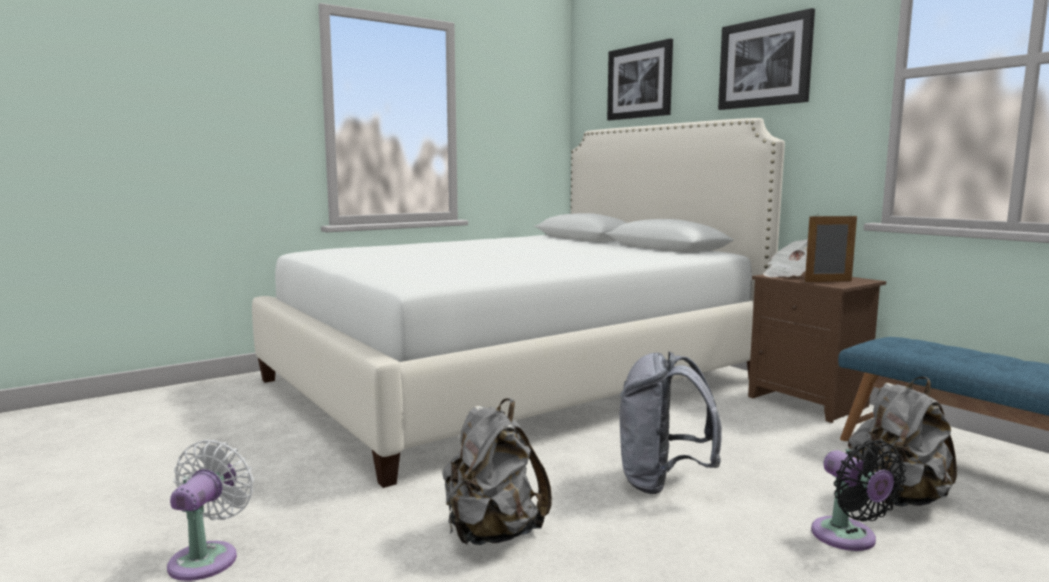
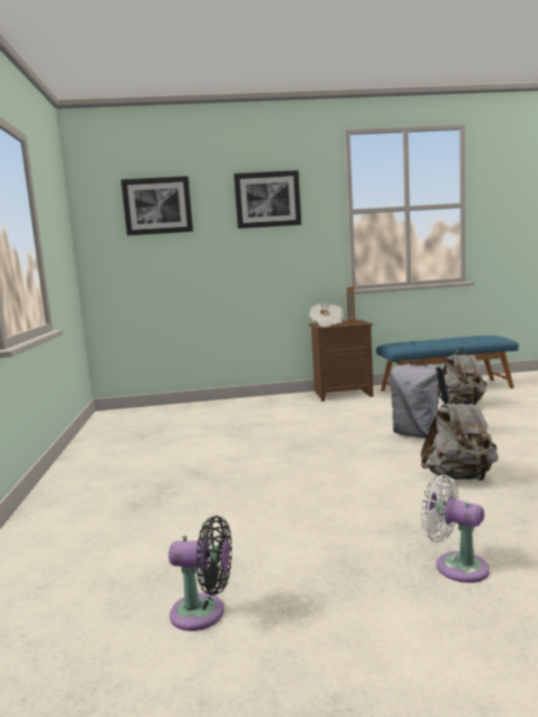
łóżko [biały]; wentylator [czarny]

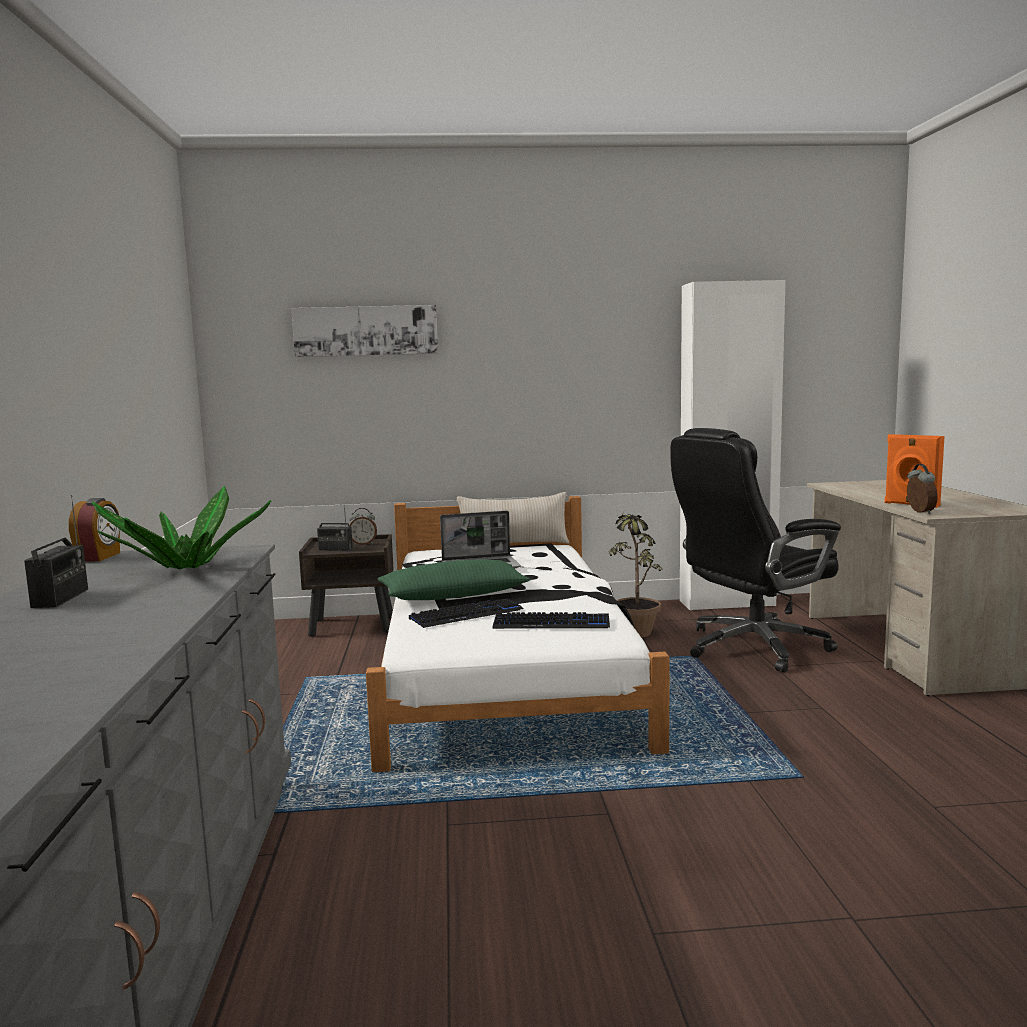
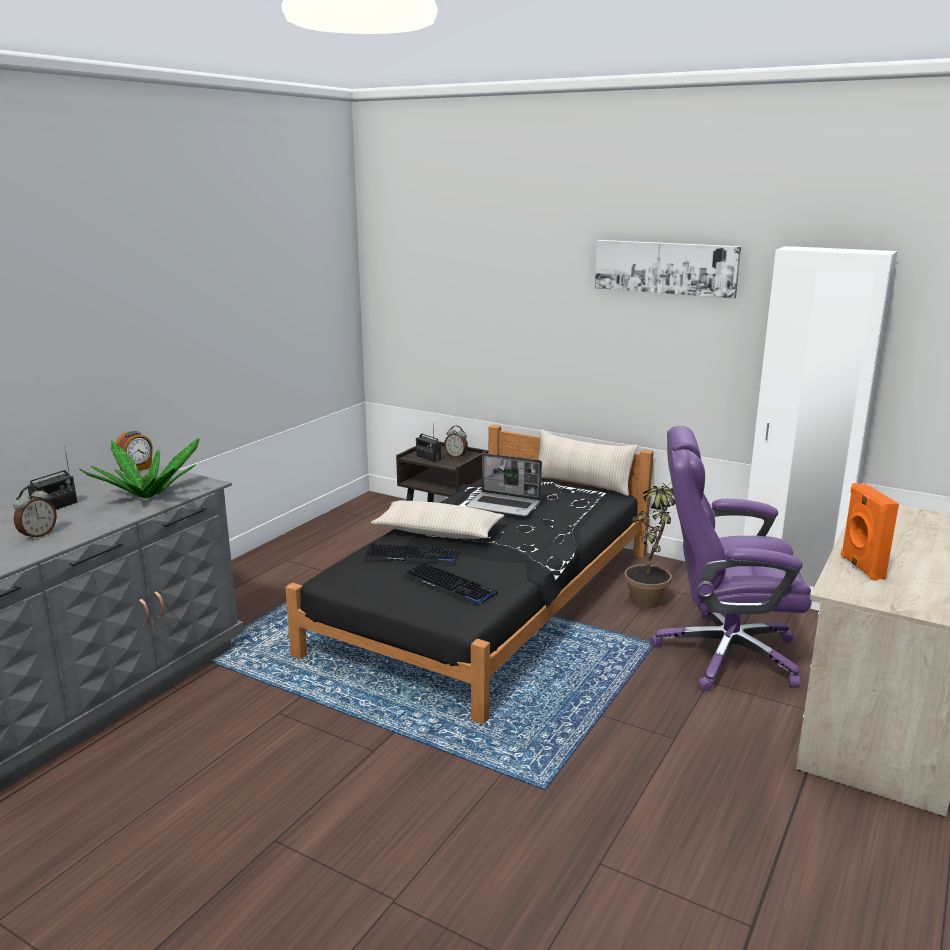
obraz; budzik (no. 1 from left); łóżko [czarny]; poduszka [beżowy] (no. 1 from left); krzesło biurowe [fioletowy]

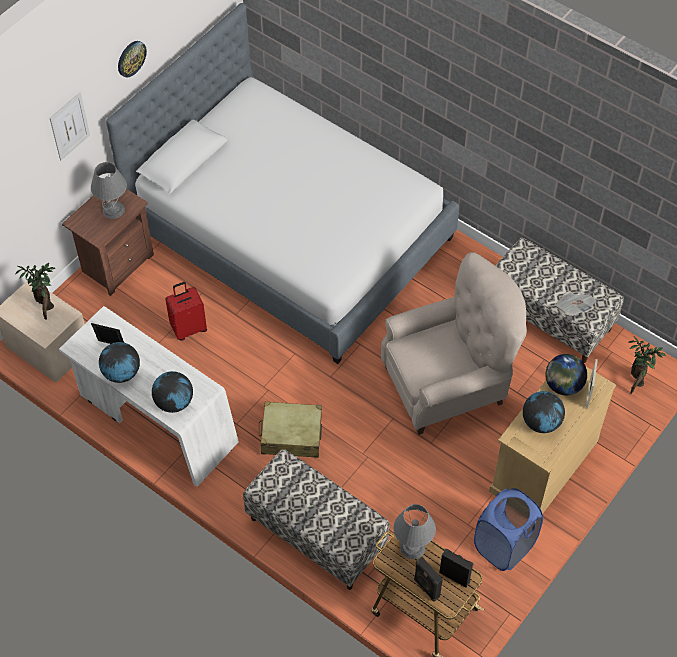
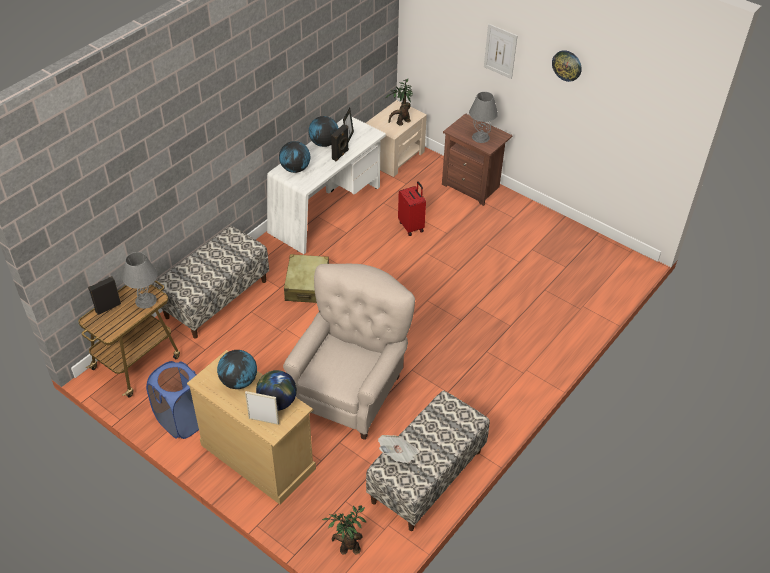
łóżko; głośnik [czarny] (no. 2 from left); fotel [beżowy]

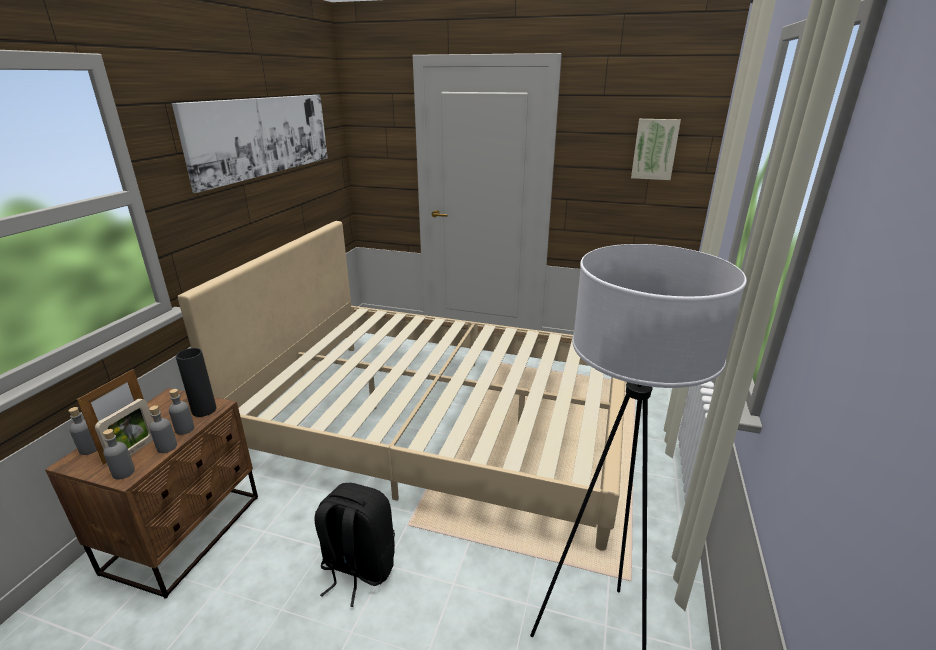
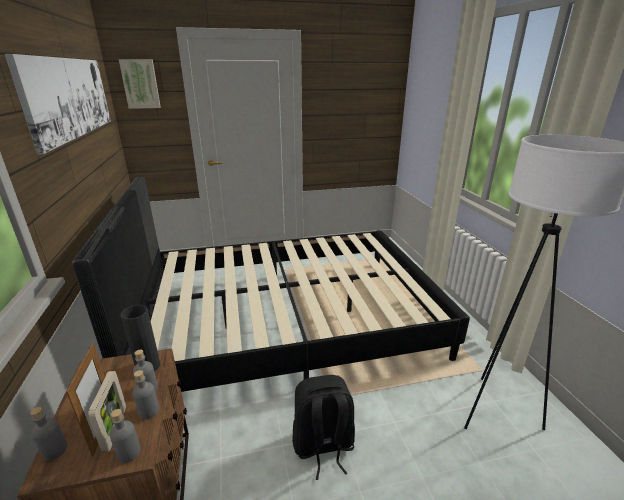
obraz (no. 2 from left); łóżko [czarny]

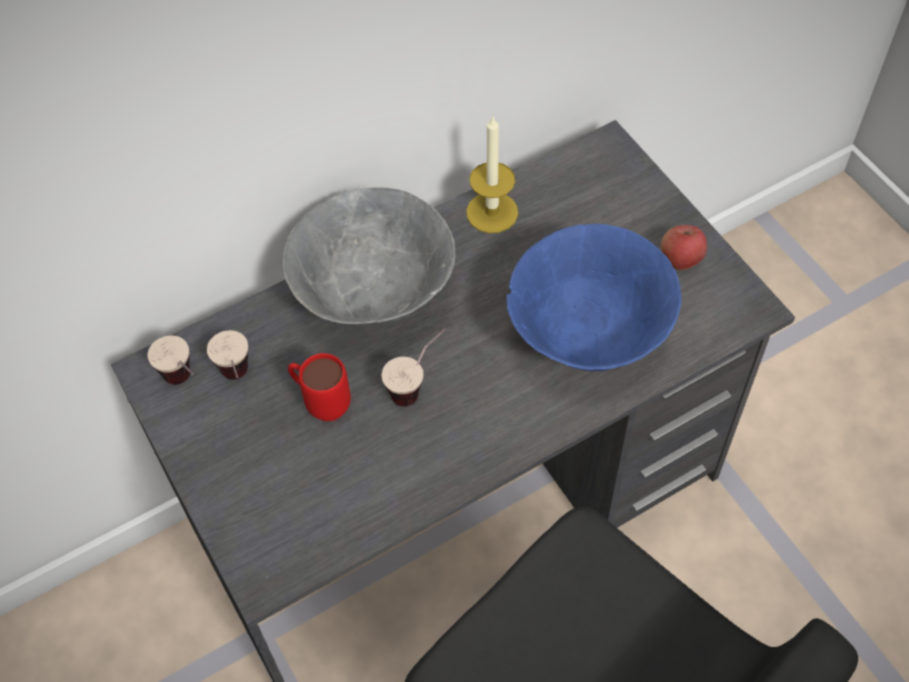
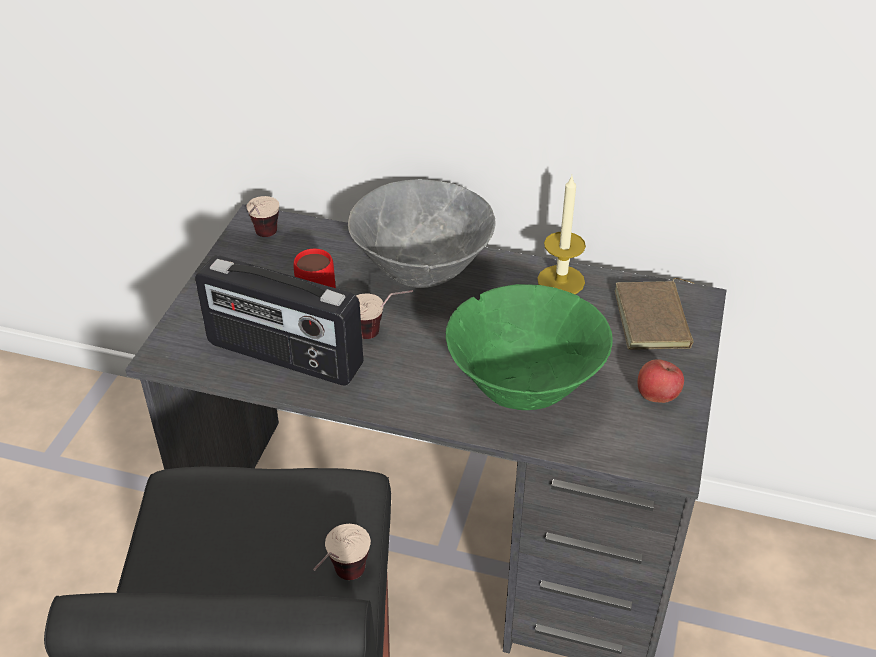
radio; książka [brązowy]; filiżanka (no. 2 from left); miska [zielony]

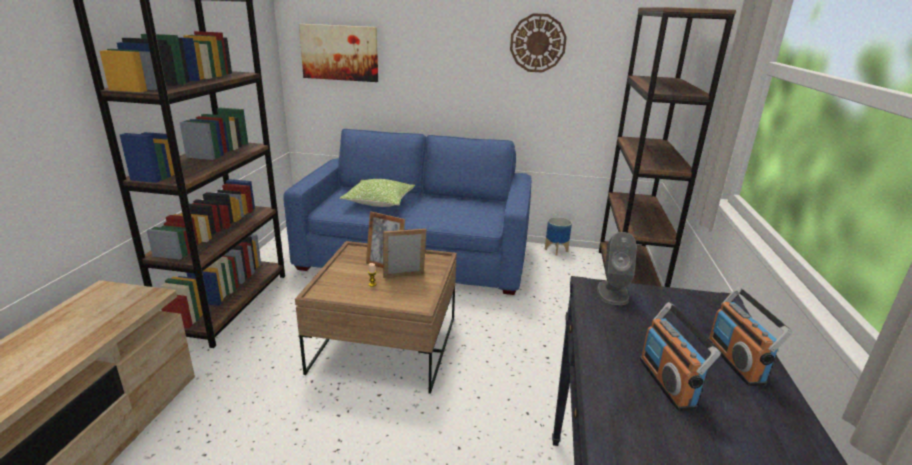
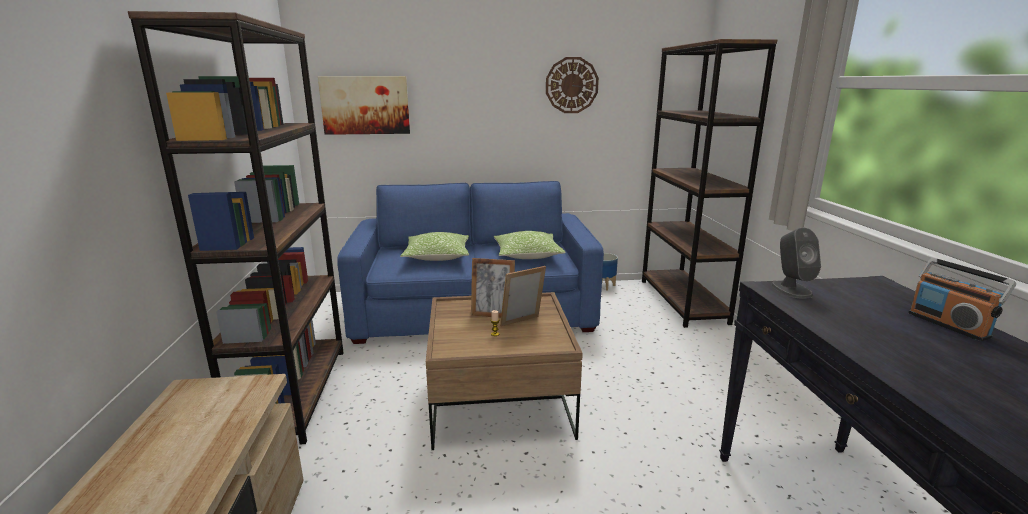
radio (no. 1 from left in the first image); poduszka (no. 2 from left)

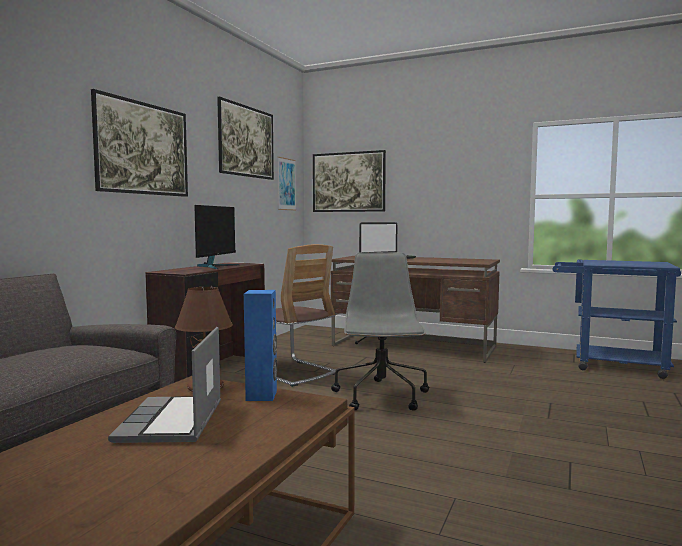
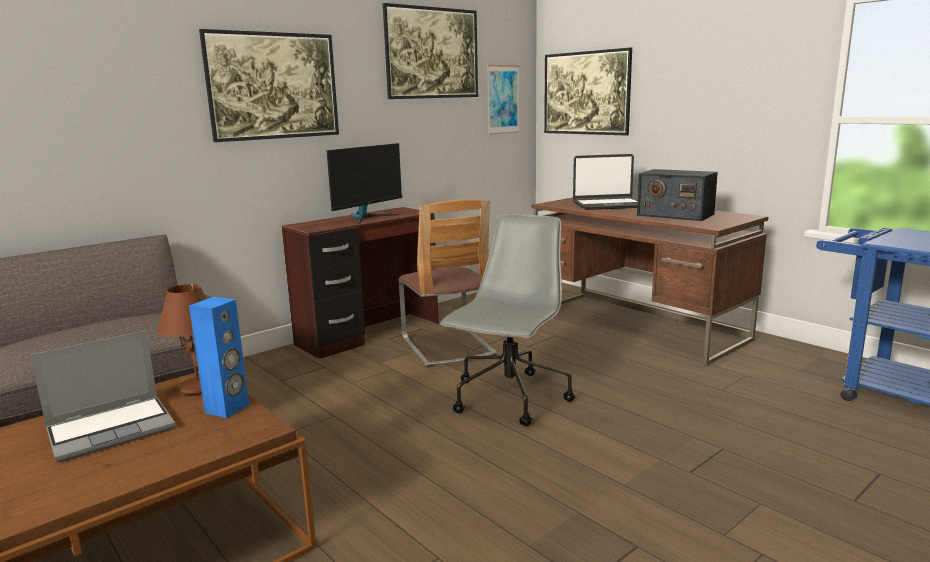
radio; laptop (no. 1 from left)

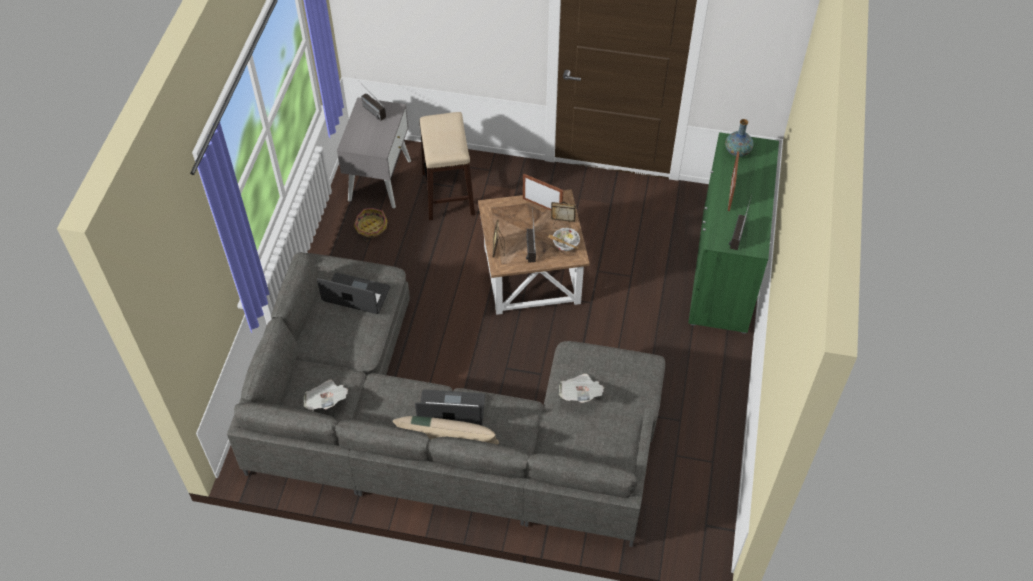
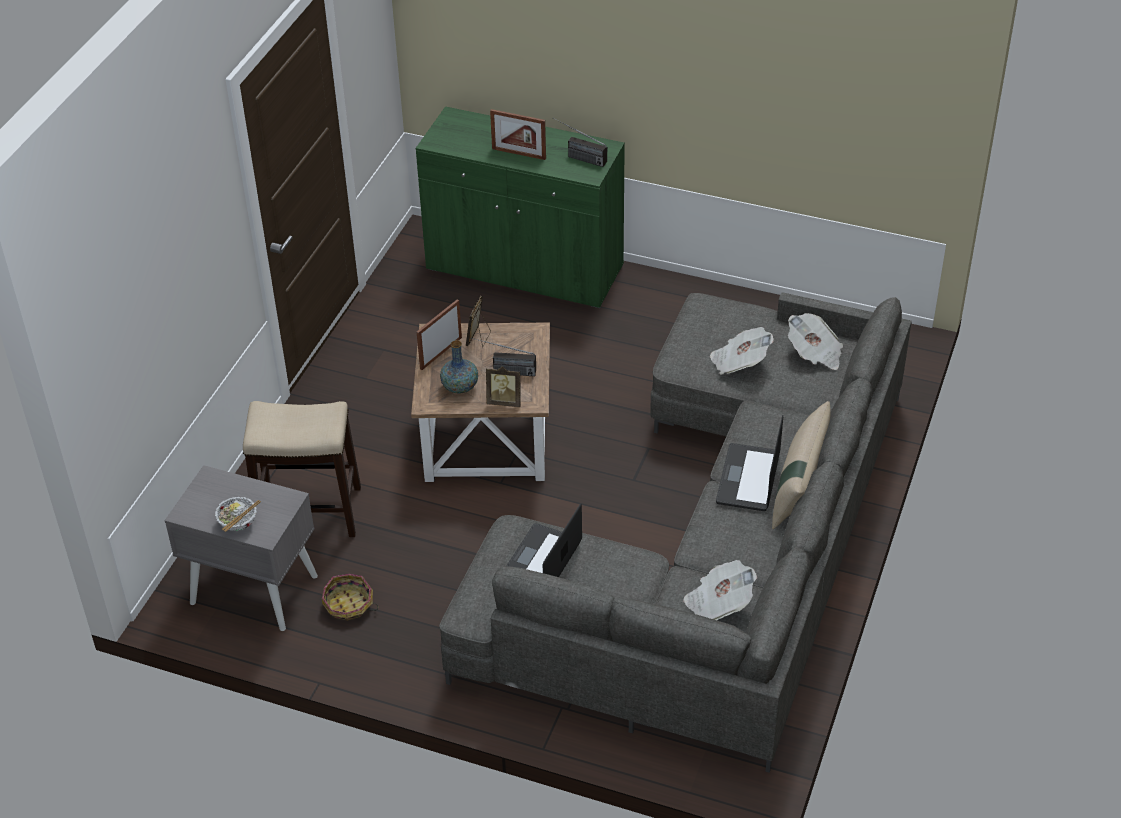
radio (no. 1 from left in the first image); gazeta (no. 3 from left); miska; wazon

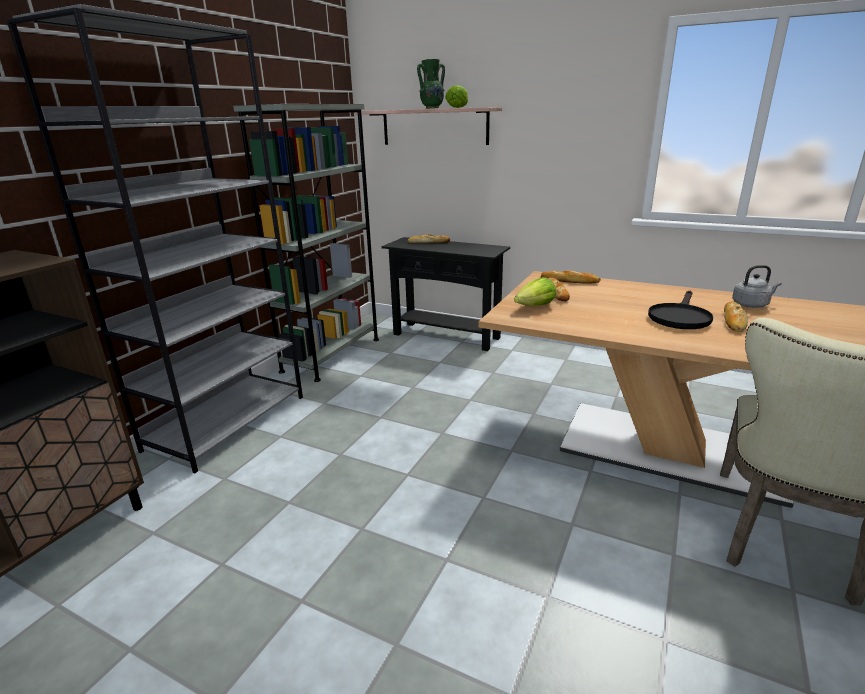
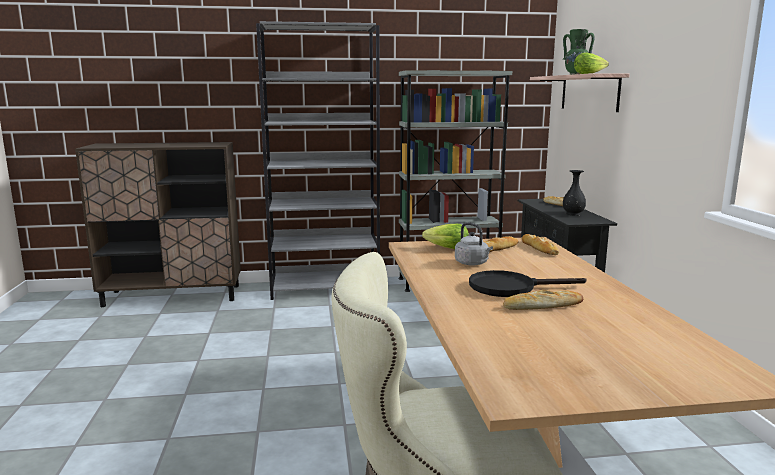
wazon [czarny]; czajnik [szary]

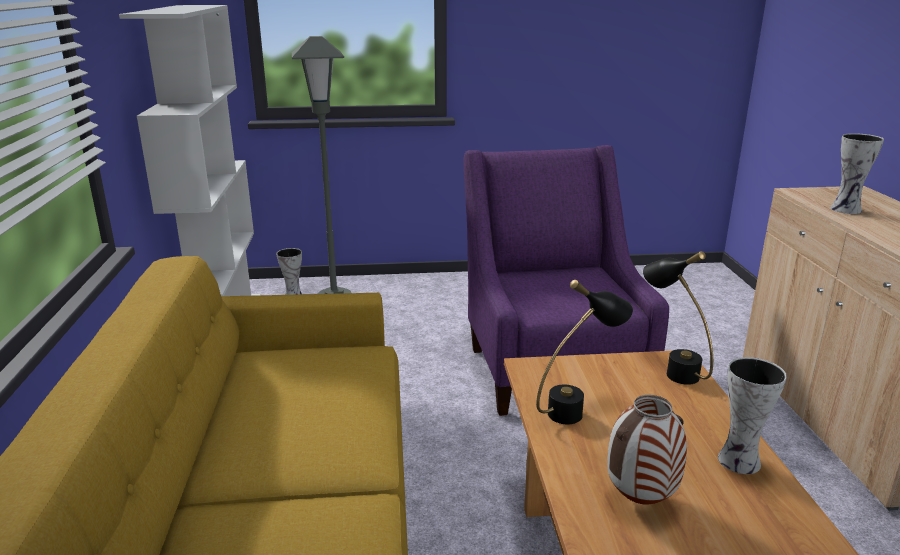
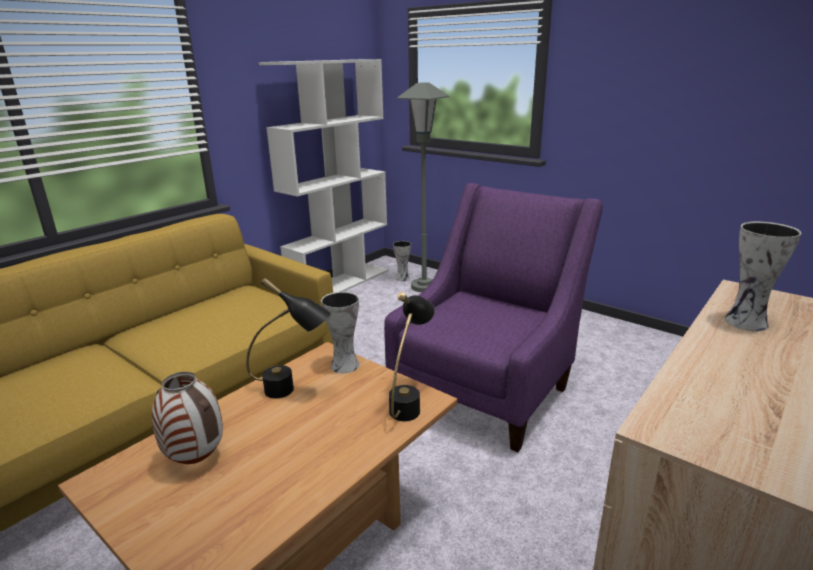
wazon (no. 2 from left)

